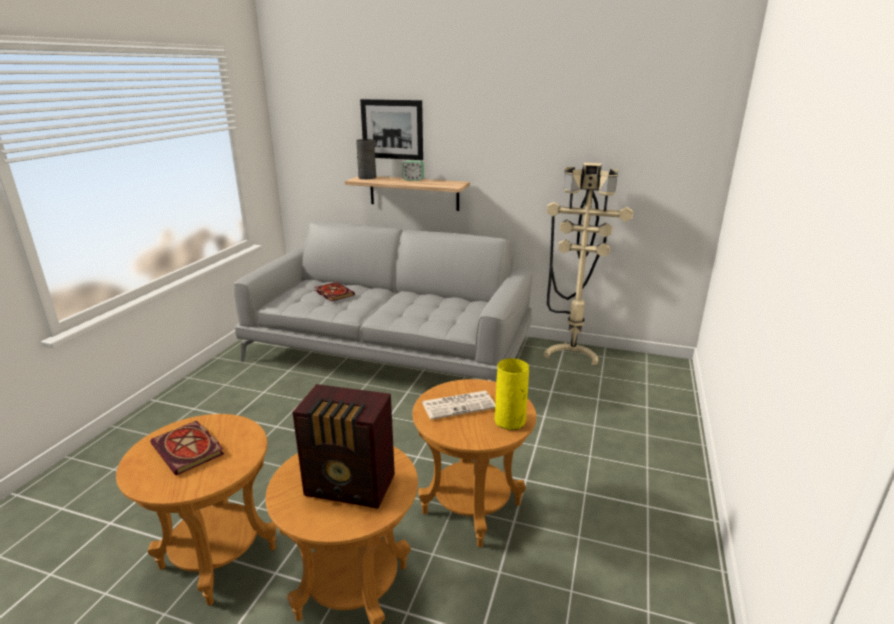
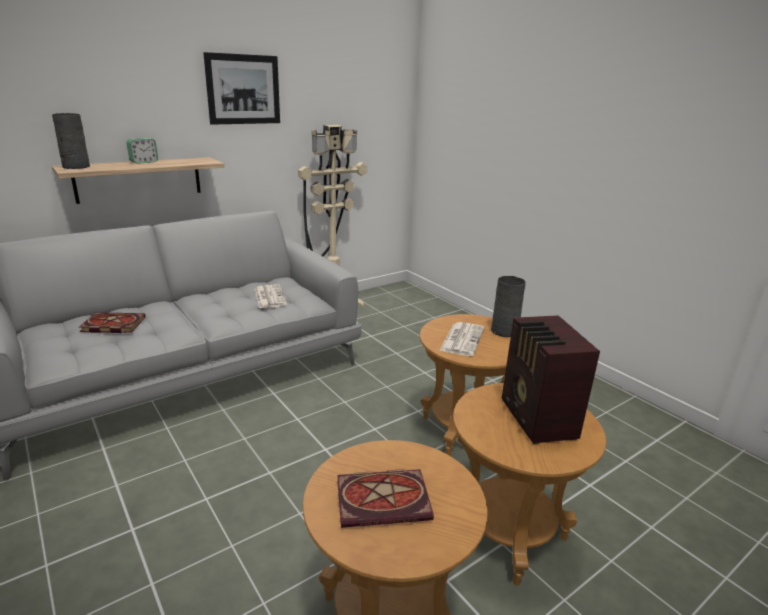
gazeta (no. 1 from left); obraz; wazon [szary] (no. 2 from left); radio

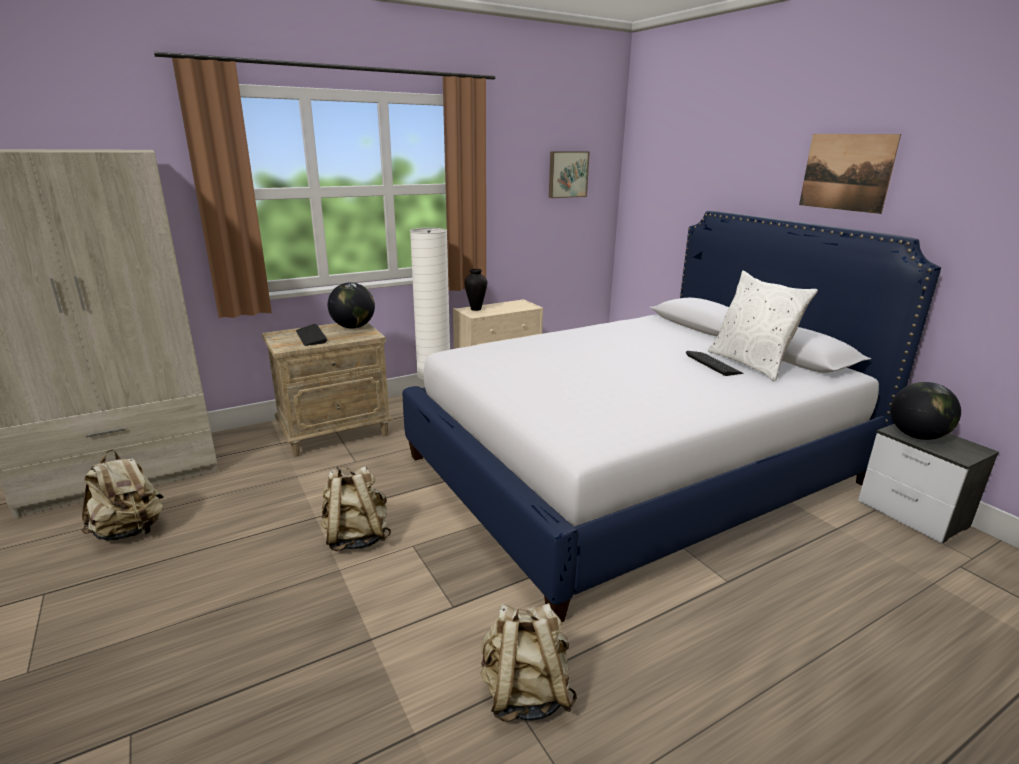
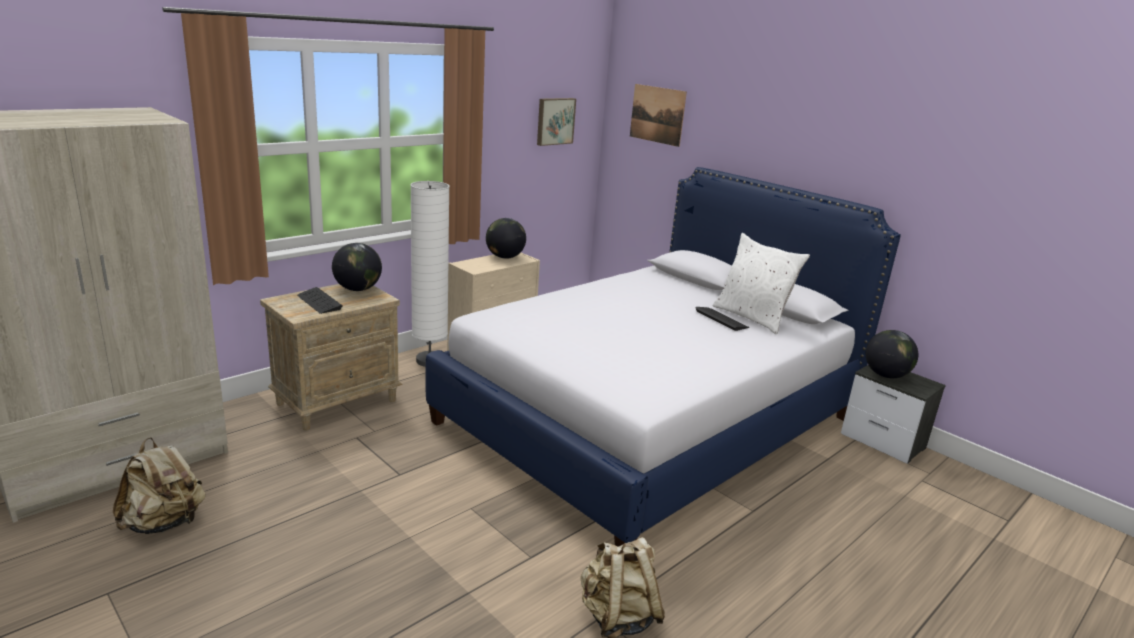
plecak [beżowy] (no. 2 from left in the first image); wazon; globus (no. 2 from left); obraz (no. 2 from left)

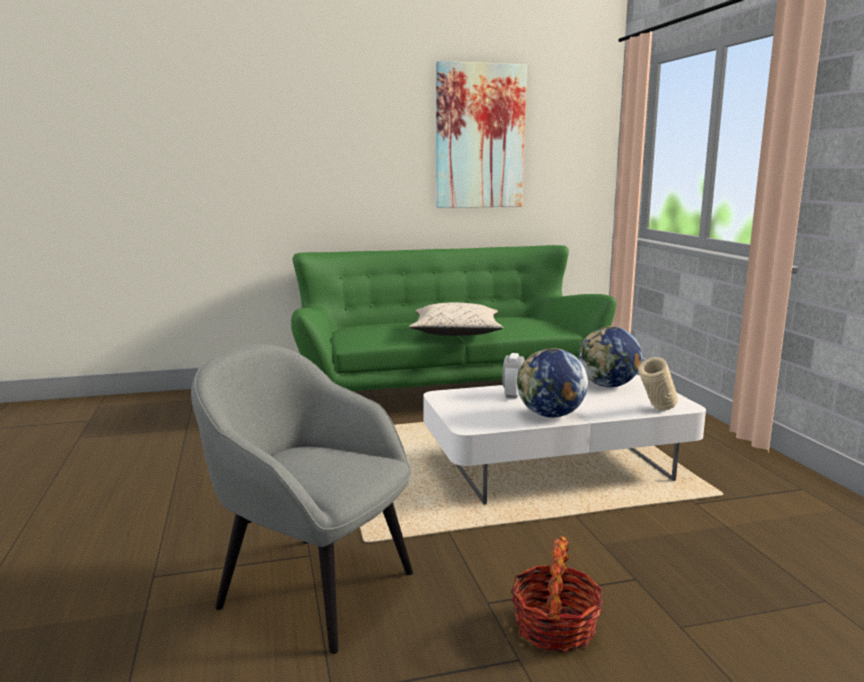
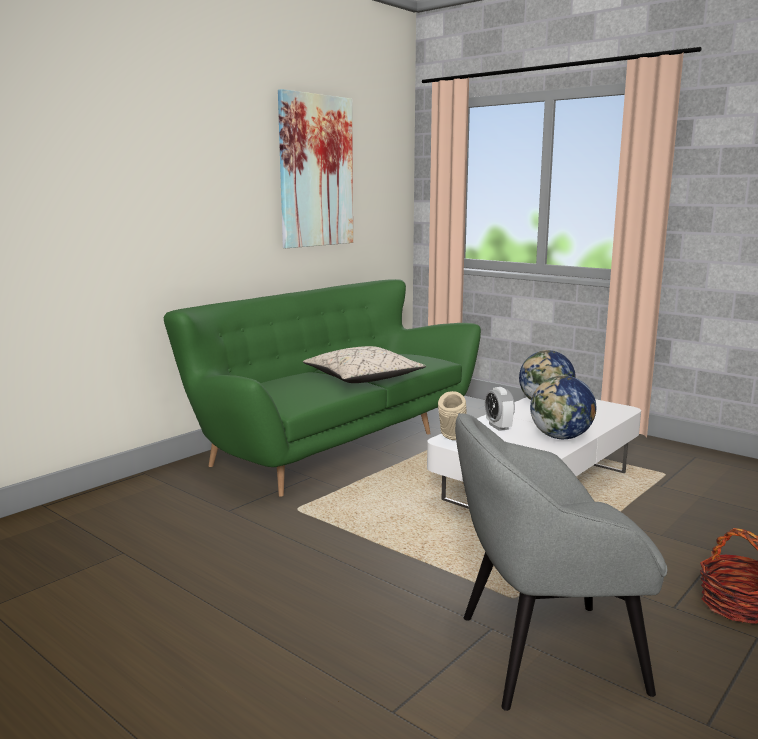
wazon [beżowy]

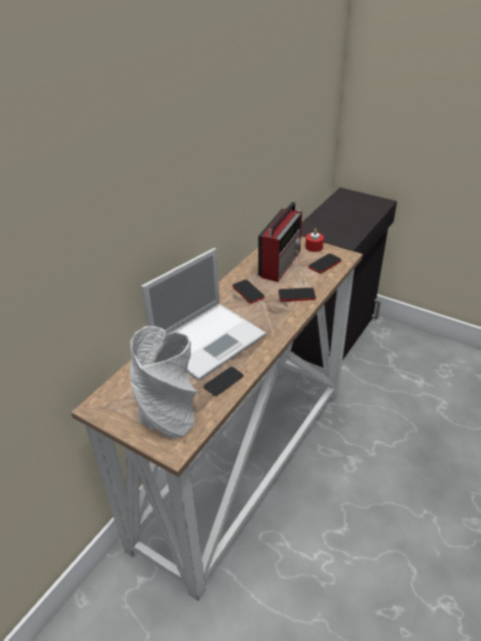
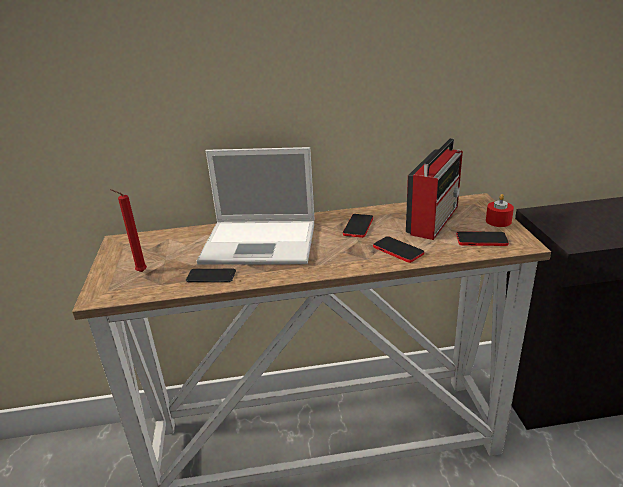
świeca [czerwony] (no. 1 from left); radio

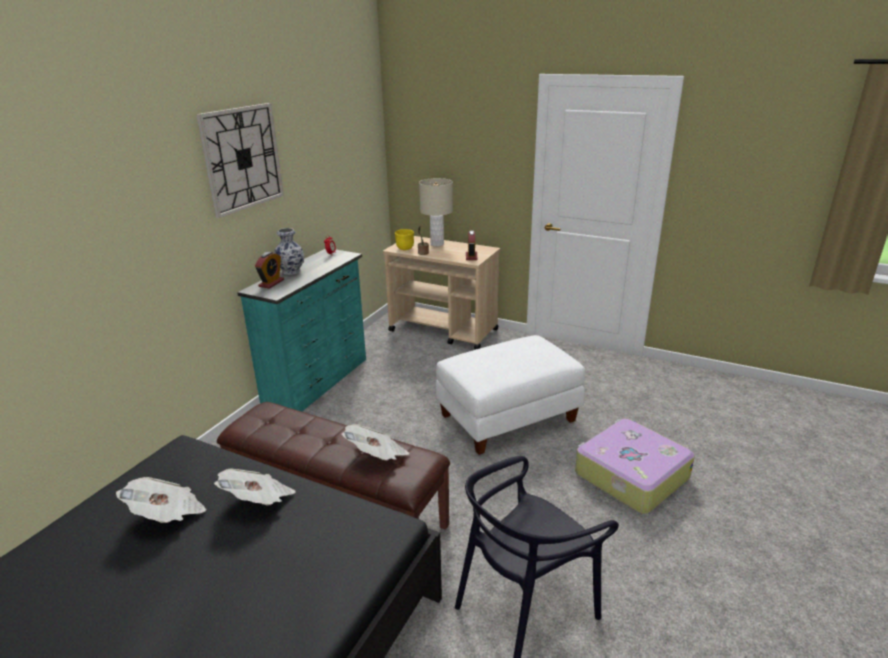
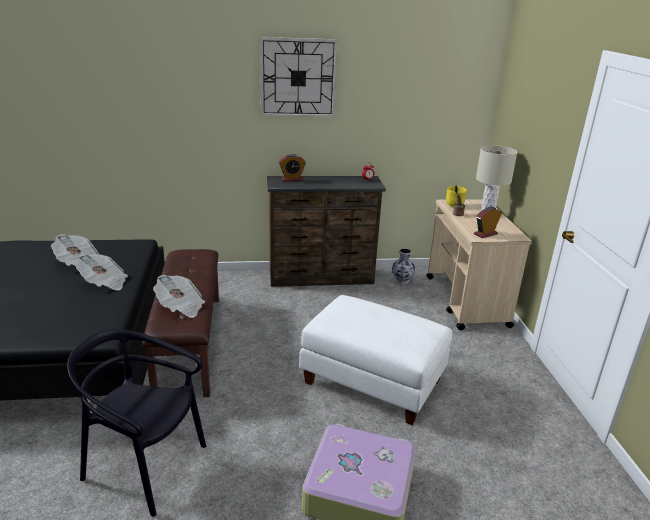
wazon; komoda [brązowy]

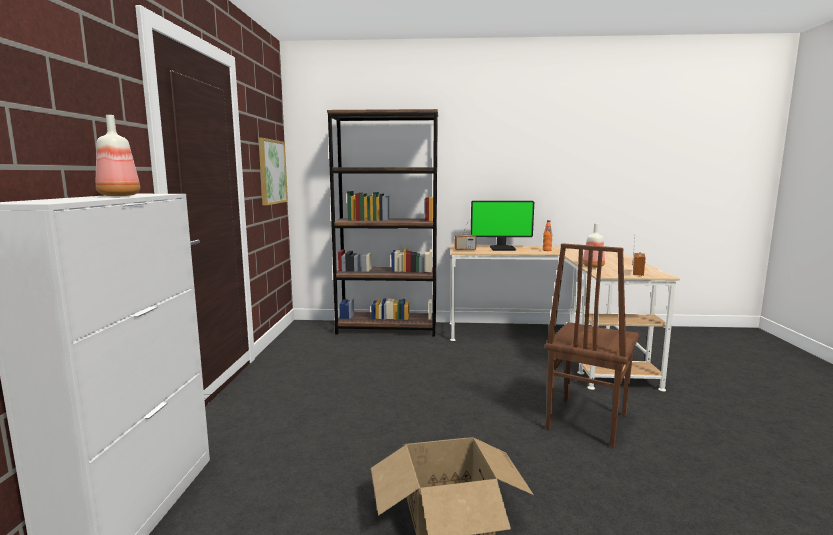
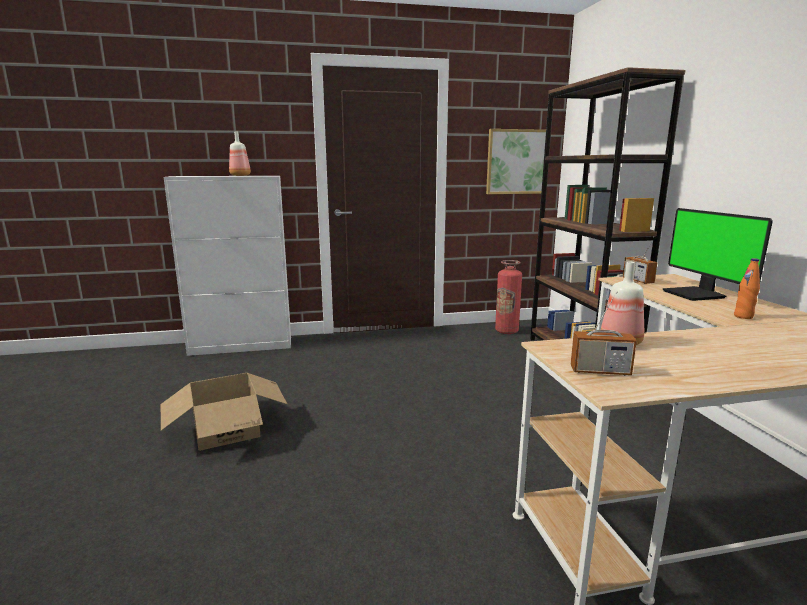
krzesło [brązowy]; gaśnica

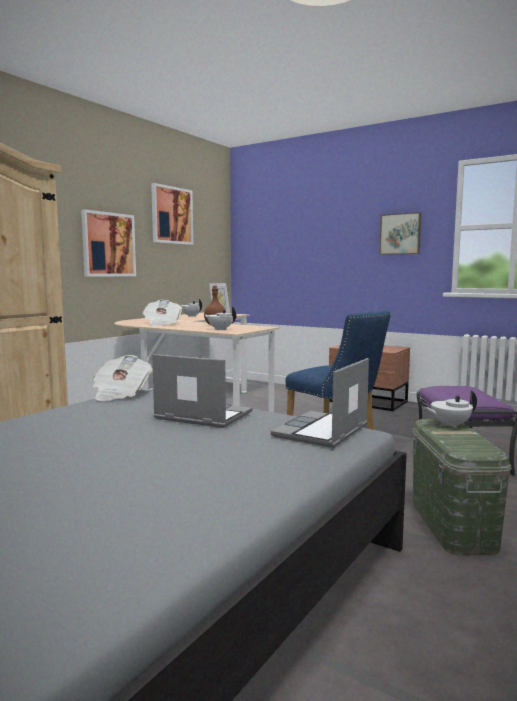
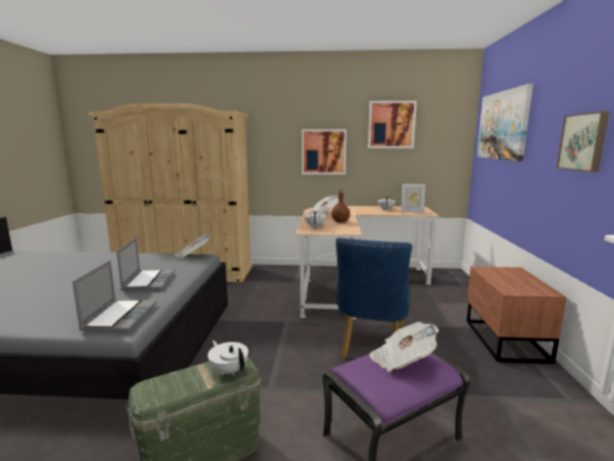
gazeta (no. 3 from left); obraz (no. 3 from left); laptop (no. 1 from left)

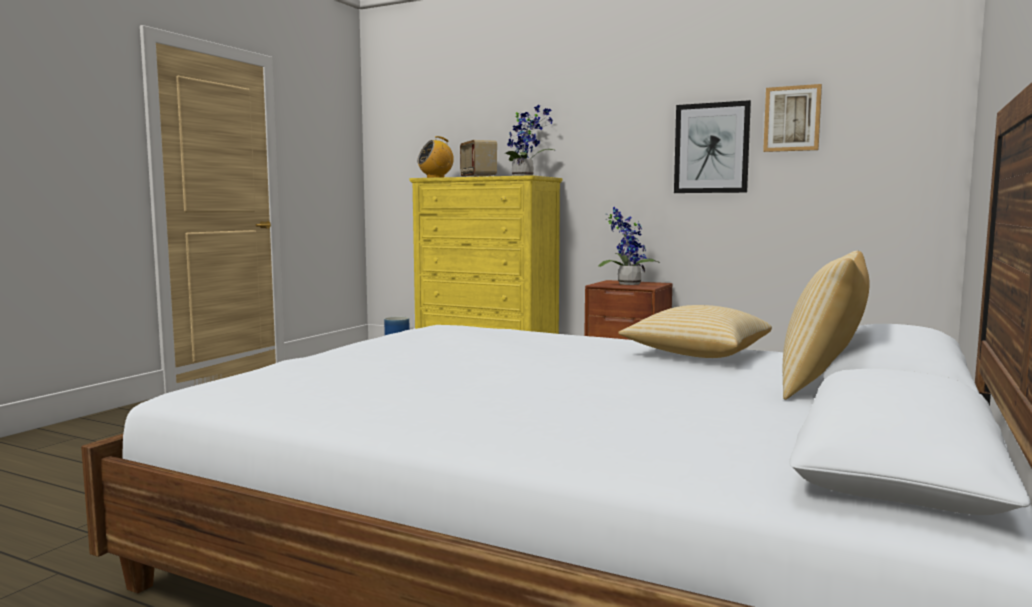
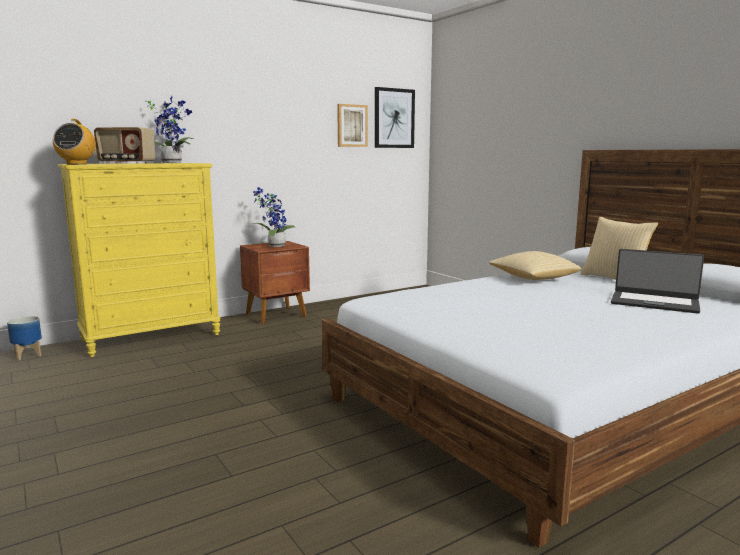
laptop; obraz (no. 2 from left)

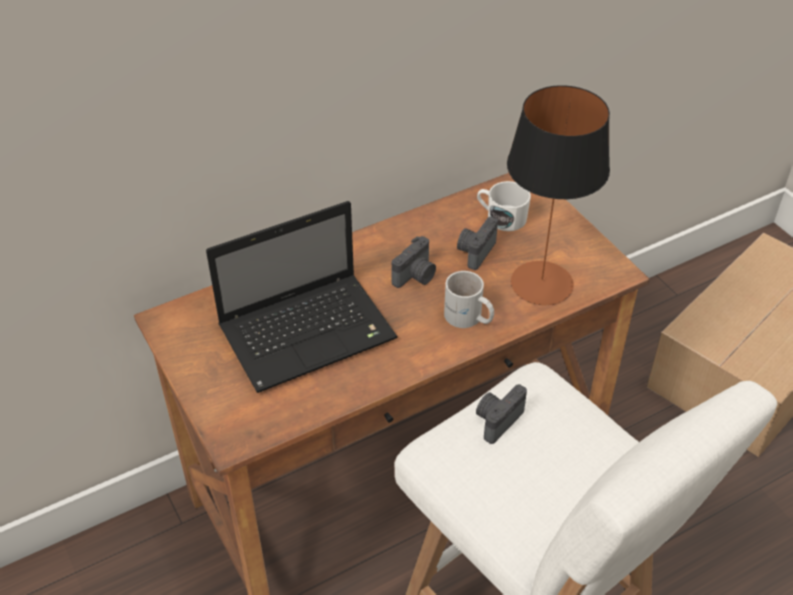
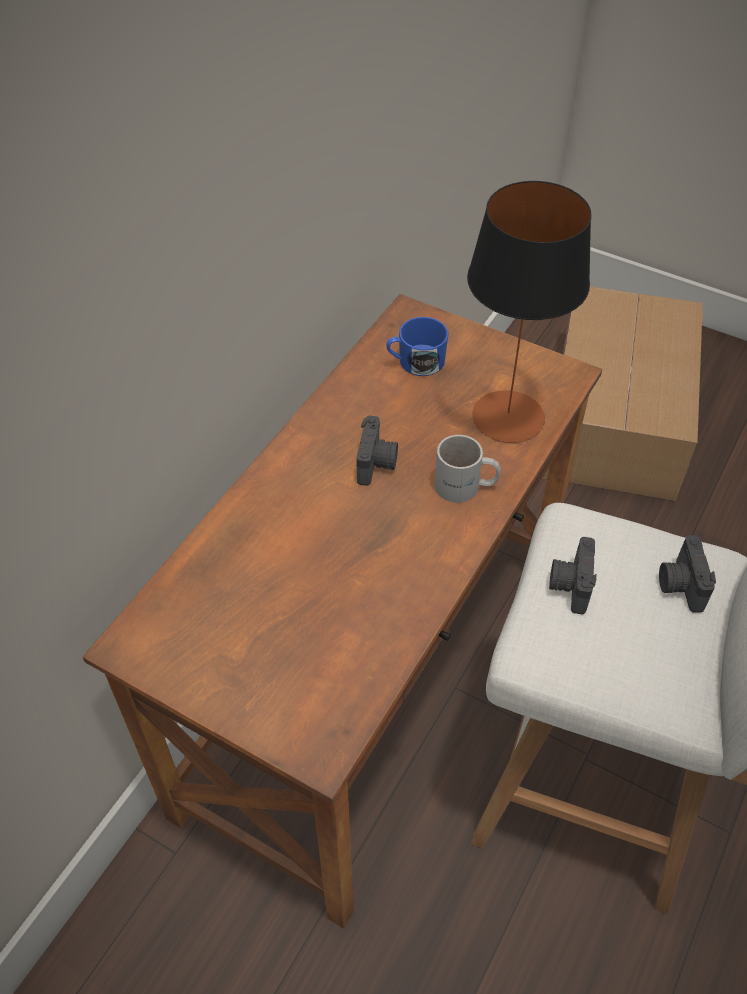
laptop; aparat fotograficzny (no. 3 from left); kubek [niebieski]

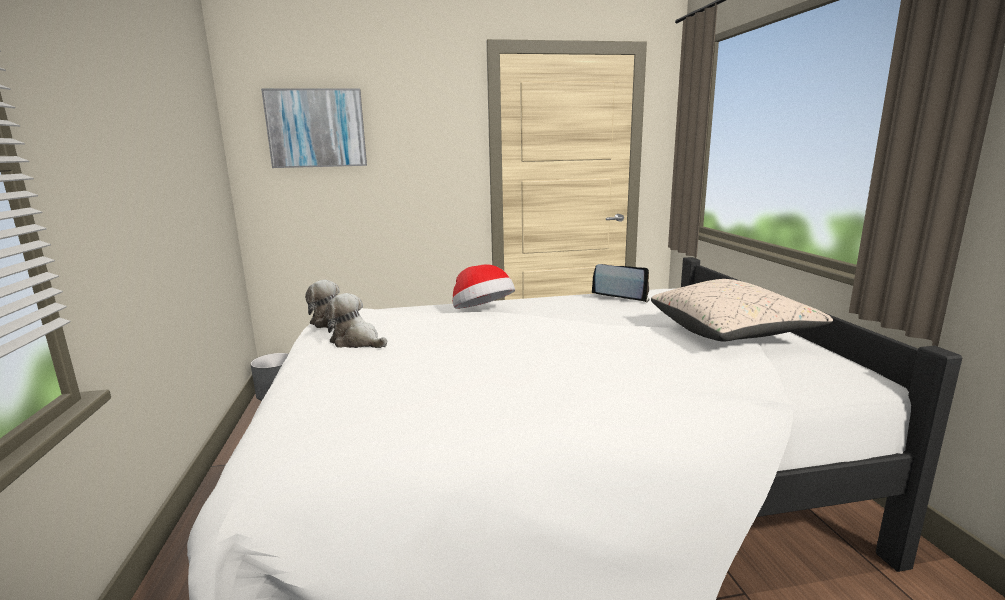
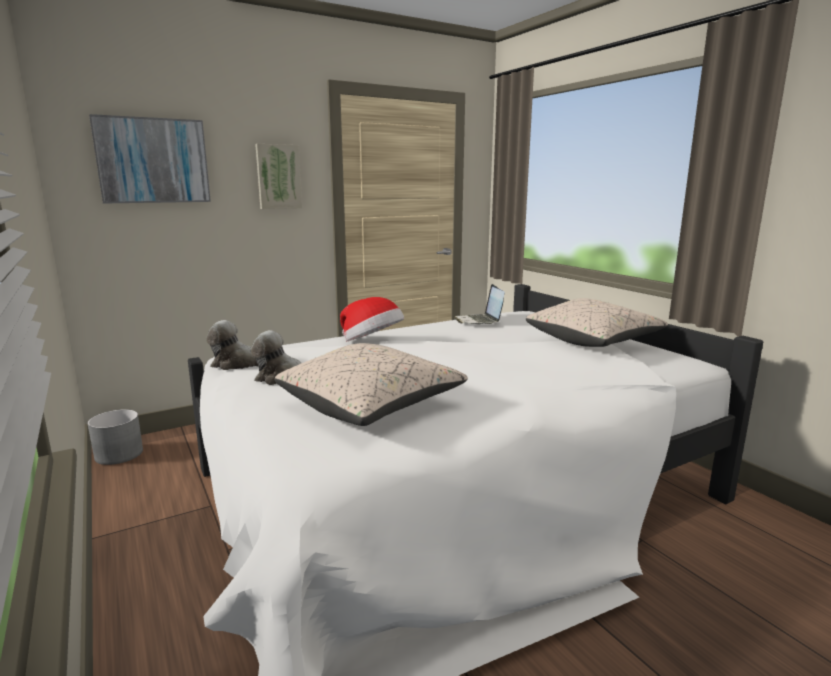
obraz (no. 2 from left); poduszka [beżowy] (no. 1 from left); laptop

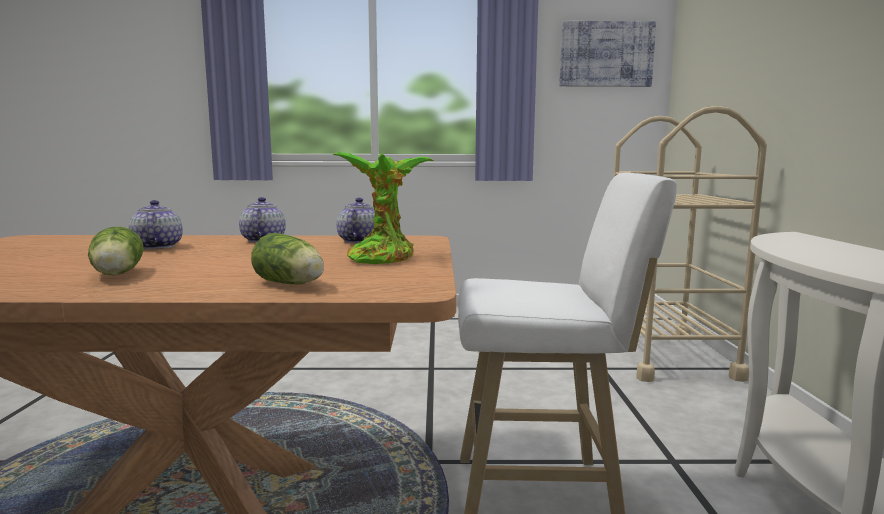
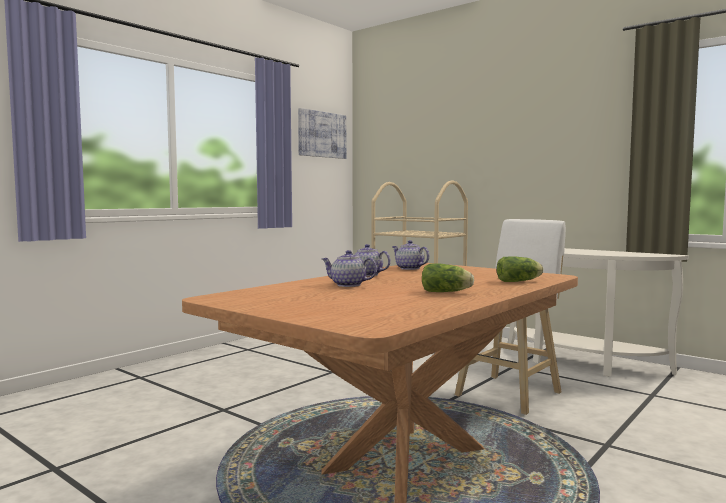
roślina doniczkowa

